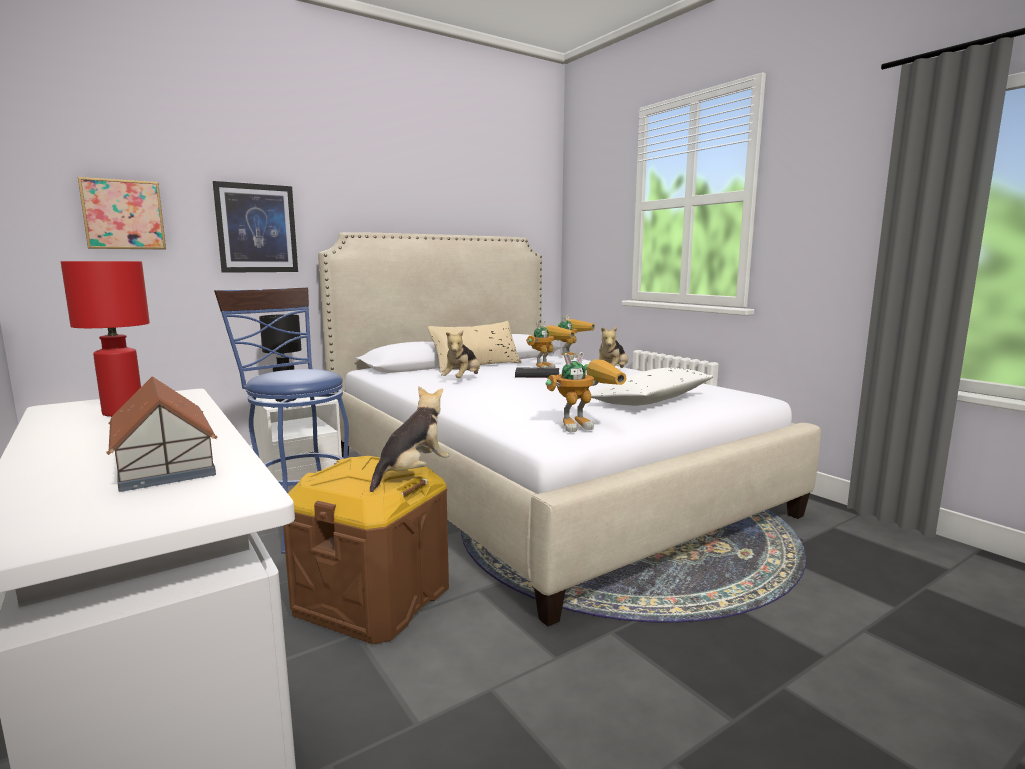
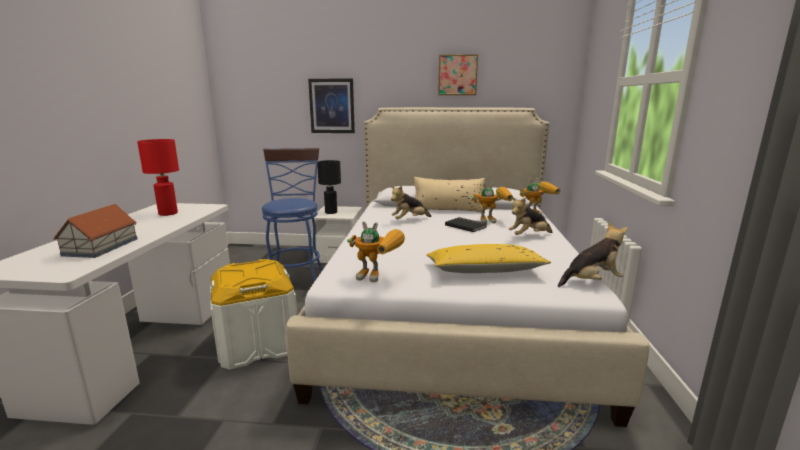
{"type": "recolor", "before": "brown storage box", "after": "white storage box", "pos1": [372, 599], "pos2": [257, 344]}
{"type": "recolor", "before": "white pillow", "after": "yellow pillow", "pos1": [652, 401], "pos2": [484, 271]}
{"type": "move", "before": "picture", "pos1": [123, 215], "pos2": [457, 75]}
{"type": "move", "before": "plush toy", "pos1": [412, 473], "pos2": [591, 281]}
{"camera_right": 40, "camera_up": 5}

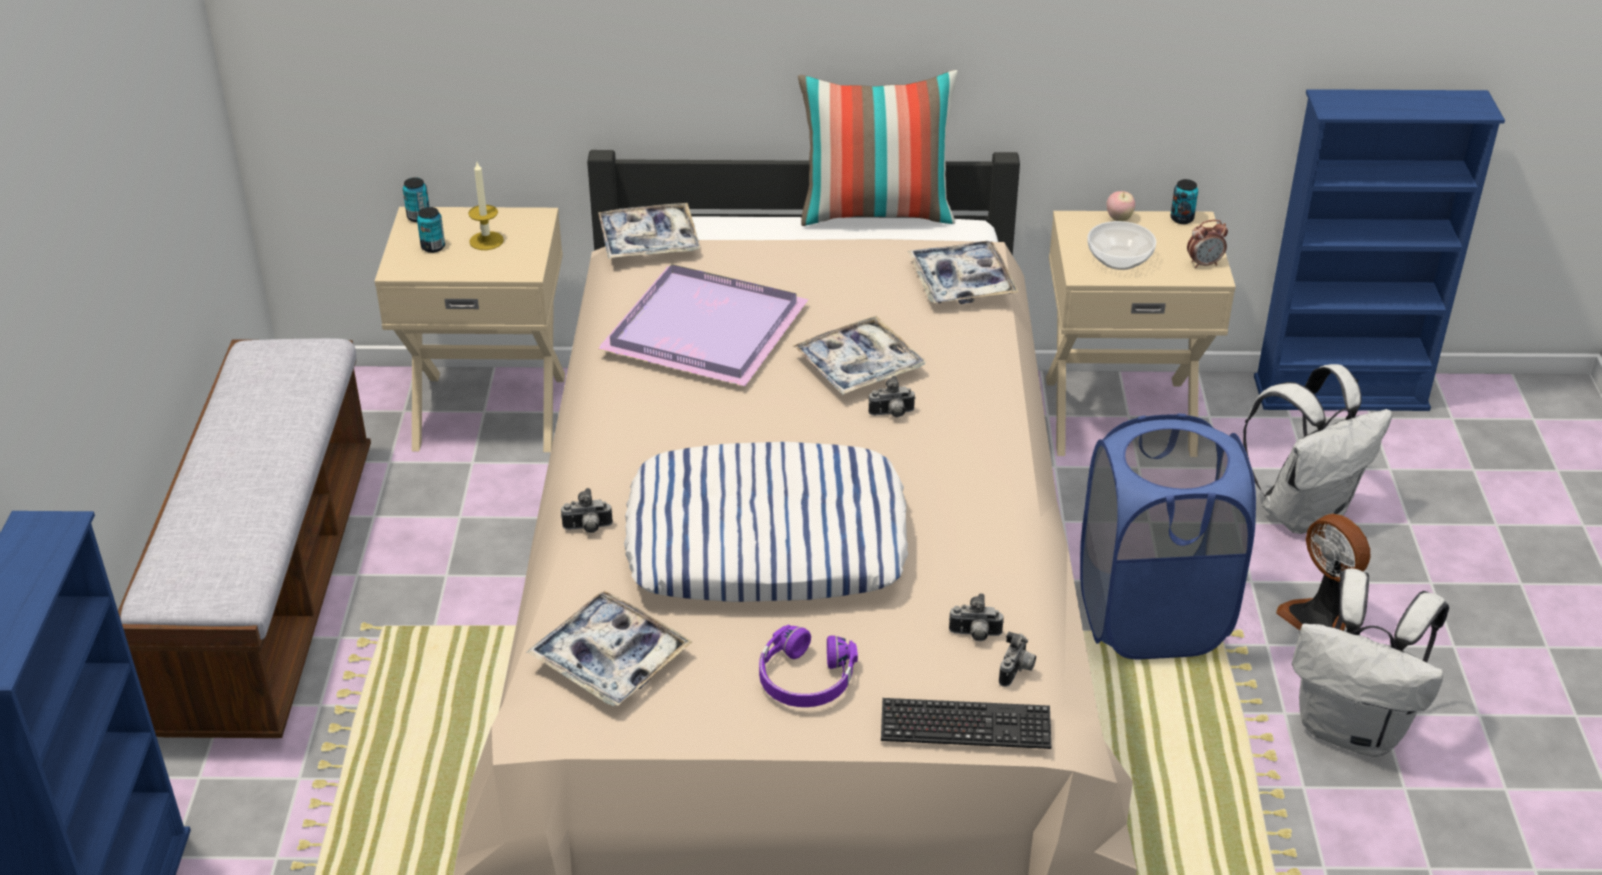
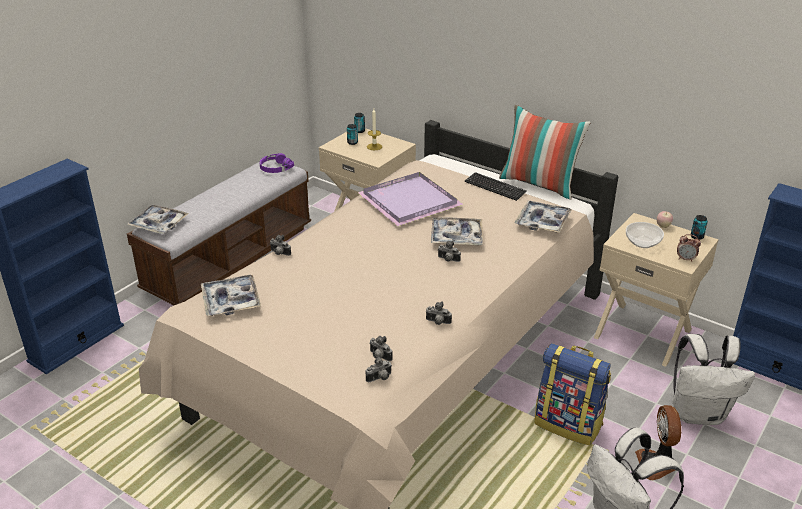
{"type": "move", "before": "tray", "pos1": [648, 241], "pos2": [158, 224]}
{"type": "move", "before": "purple headphones", "pos1": [805, 679], "pos2": [275, 168]}
{"type": "insert", "after": "photo camera", "pos2": [437, 322]}
{"type": "move", "before": "keyboard", "pos1": [965, 726], "pos2": [495, 187]}
{"type": "replace", "before": "blue laundry basket", "after": "backpack", "pos1": [1152, 616], "pos2": [569, 424]}
{"type": "delete", "before": "pillow", "pos1": [767, 539]}
{"camera_right": 35, "camera_up": -5}

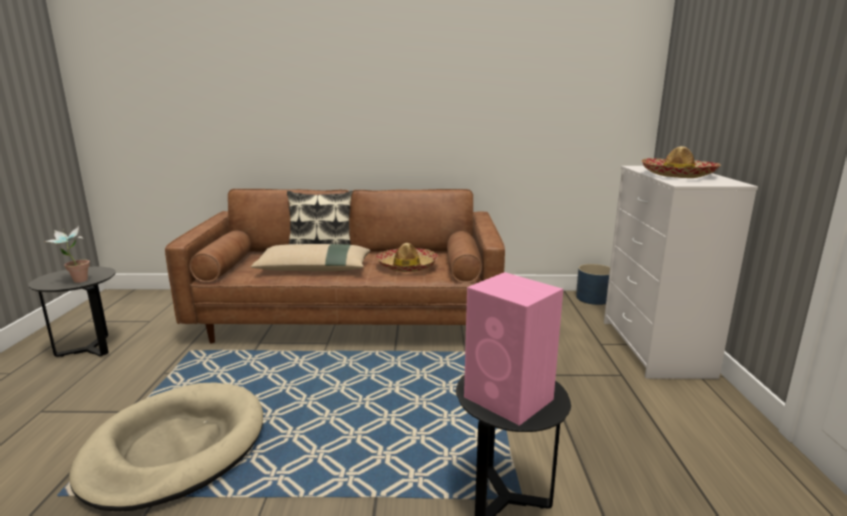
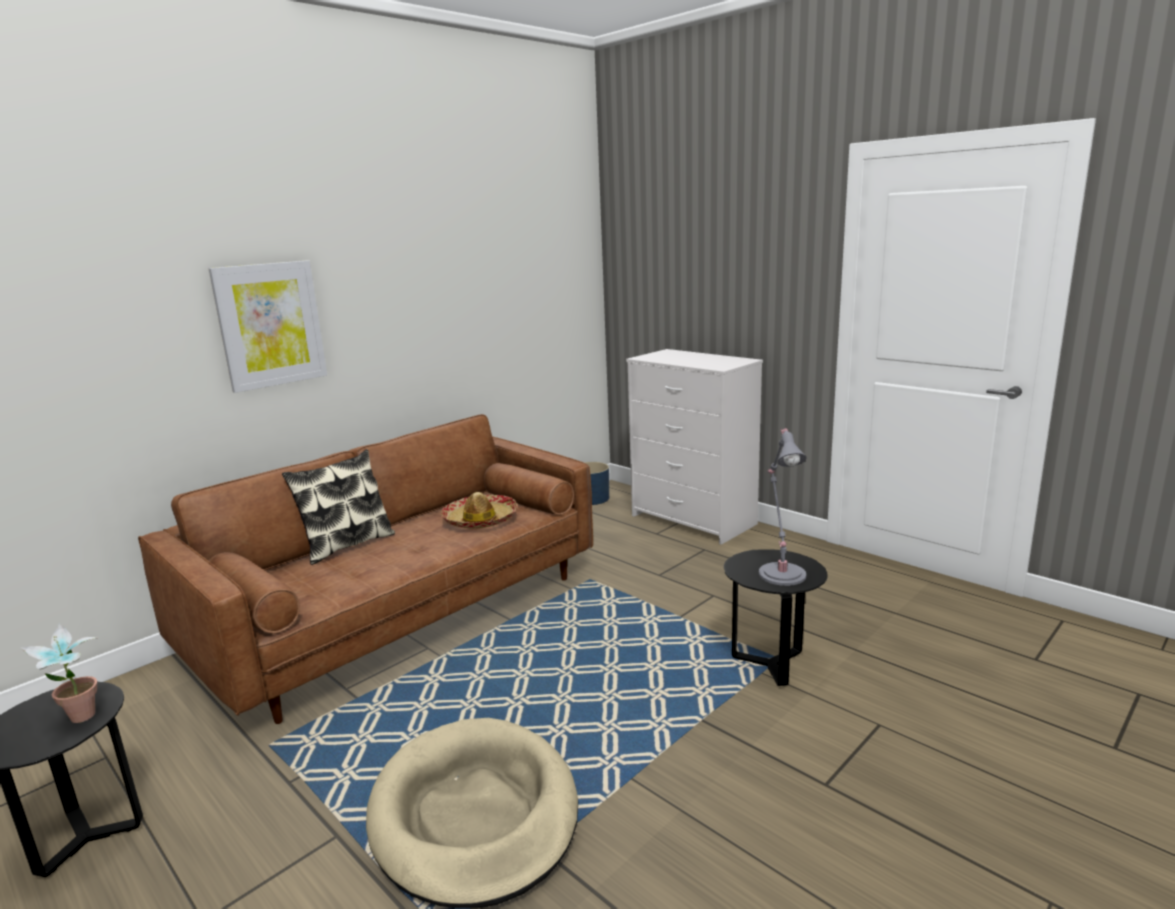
{"type": "insert", "after": "picture", "pos2": [270, 325]}
{"type": "replace", "before": "pink speaker", "after": "grey table lamp", "pos1": [510, 399], "pos2": [781, 572]}
{"type": "delete", "before": "beige pillow", "pos1": [314, 269]}
{"type": "delete", "before": "hat", "pos1": [678, 175]}
{"camera_right": -45, "camera_up": 0}

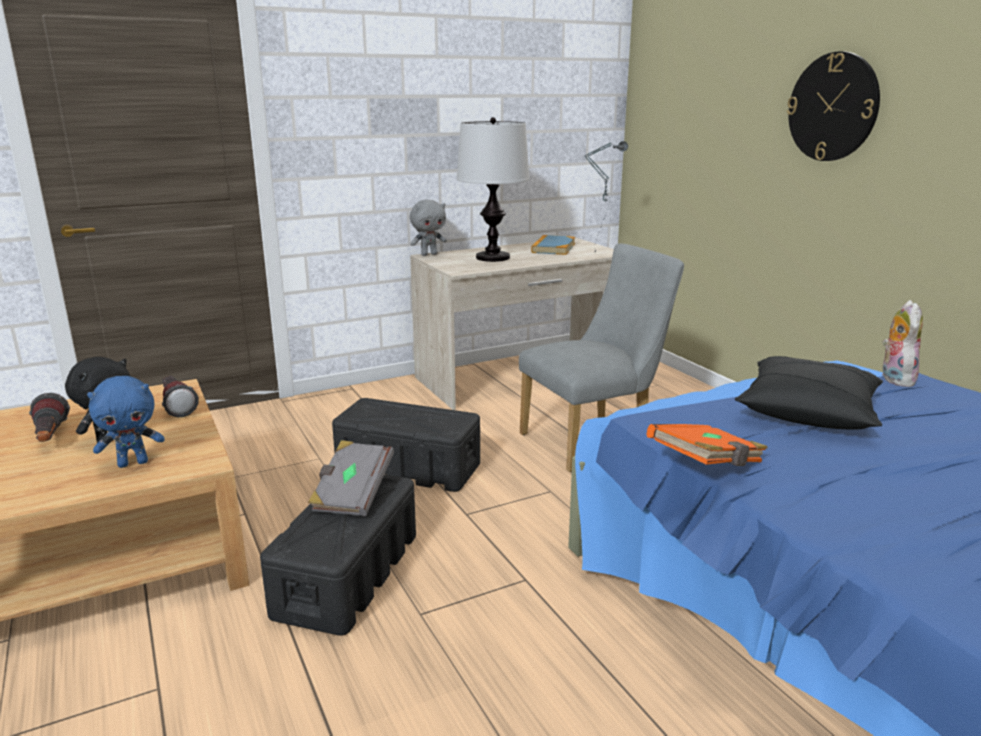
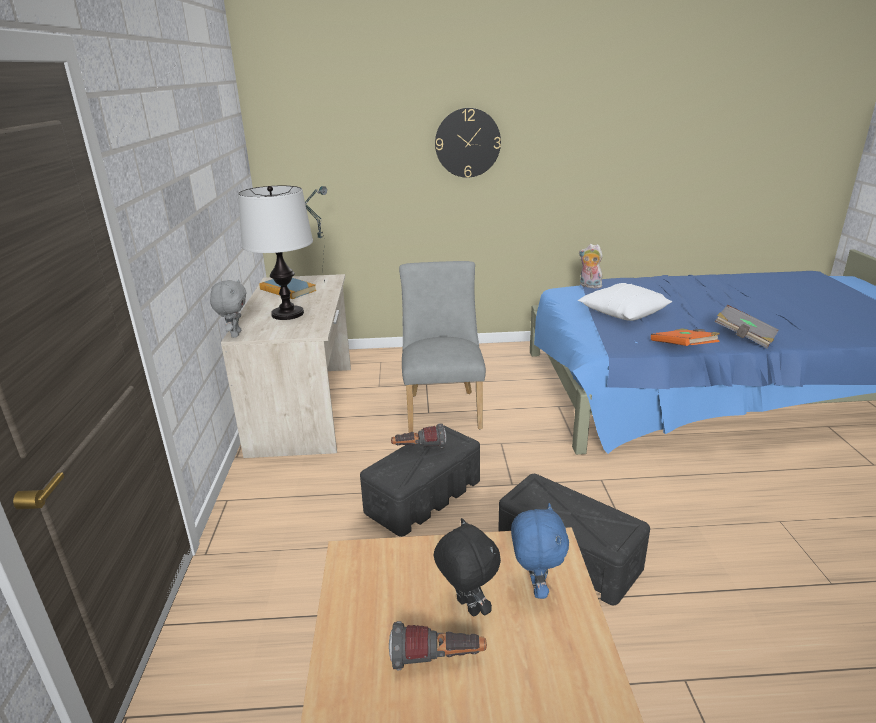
{"type": "move", "before": "flashlight", "pos1": [177, 406], "pos2": [419, 448]}
{"type": "recolor", "before": "black pillow", "after": "white pillow", "pos1": [808, 412], "pos2": [623, 313]}
{"type": "move", "before": "grey book", "pos1": [352, 494], "pos2": [744, 337]}
{"camera_right": -65, "camera_up": 5}

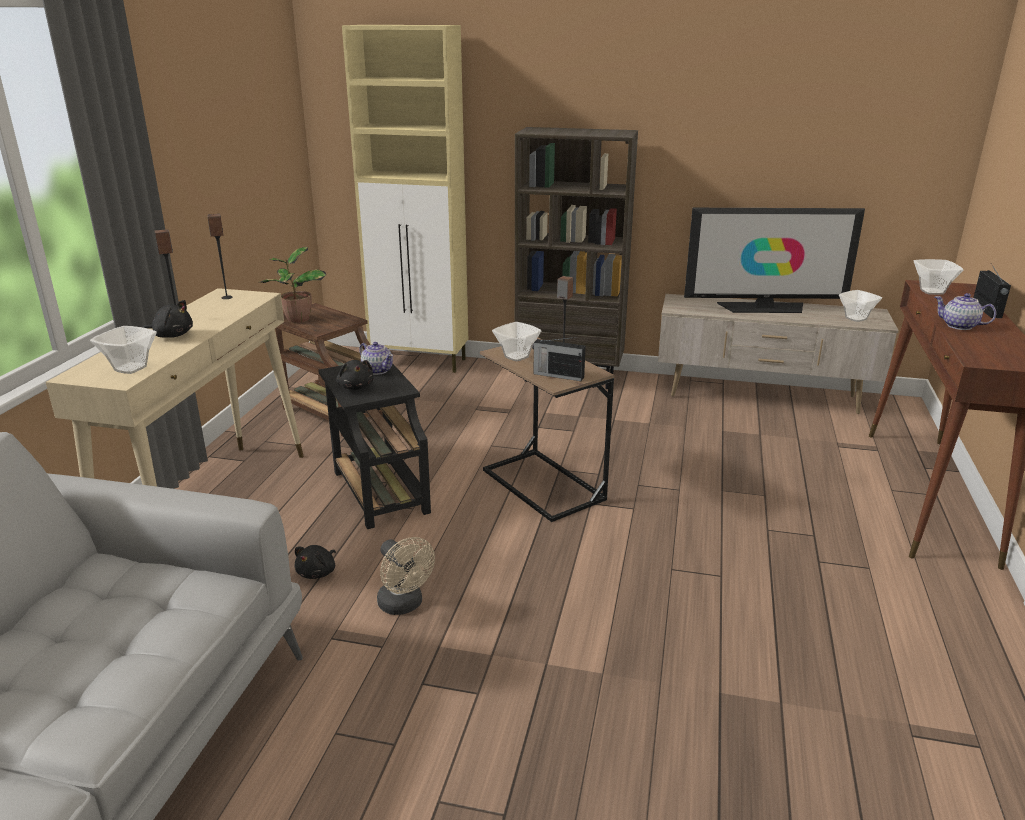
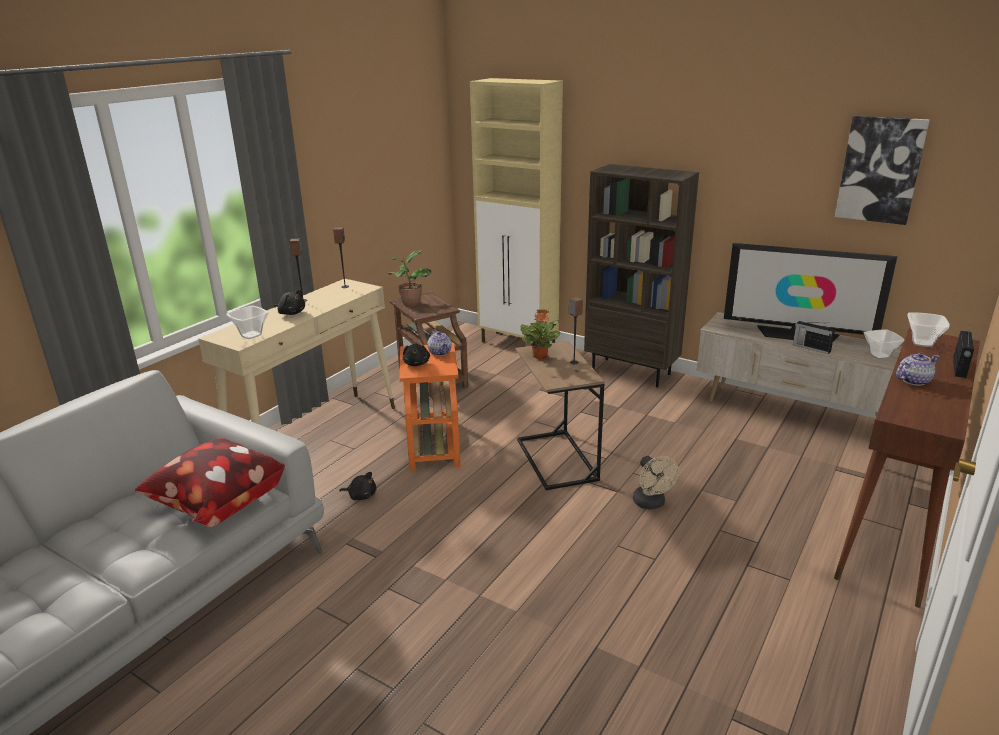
{"type": "insert", "after": "pillow", "pos2": [217, 505]}
{"type": "rotate", "before": "black plush toy", "pos1": [318, 572], "pos2": [361, 495], "turn": -120}
{"type": "recolor", "before": "black side table", "after": "orange side table", "pos1": [379, 491], "pos2": [433, 443]}
{"type": "replace", "before": "bowl", "after": "potted plant", "pos1": [517, 357], "pos2": [540, 356]}
{"type": "move", "before": "beige fan", "pos1": [404, 605], "pos2": [651, 504]}
{"type": "move", "before": "radio", "pos1": [557, 375], "pos2": [810, 348]}
{"type": "insert", "after": "picture", "pos2": [880, 169]}
{"type": "rotate", "before": "teapot", "pos1": [960, 326], "pos2": [913, 380], "turn": 105}
{"camera_right": 20, "camera_up": 0}

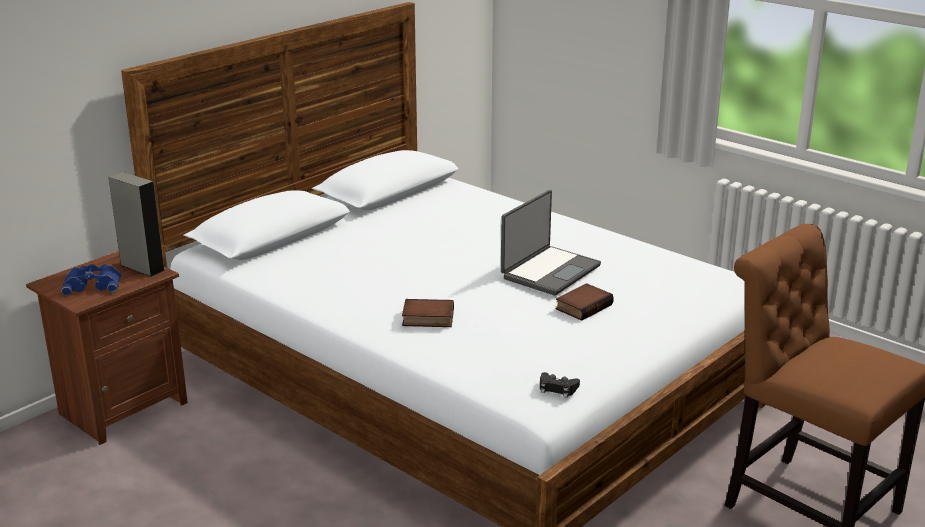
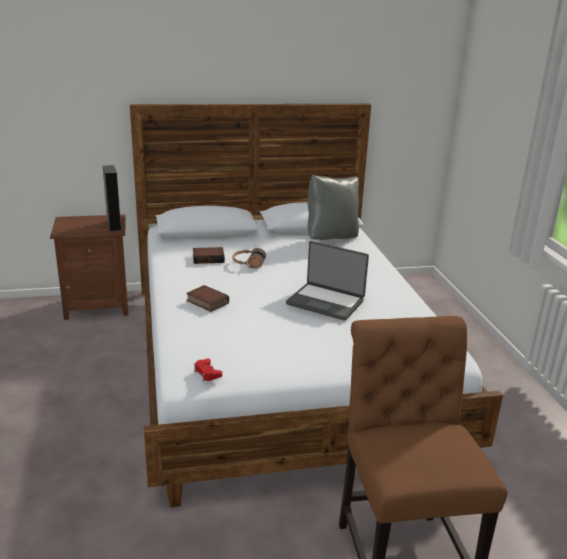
{"type": "move", "before": "book", "pos1": [583, 306], "pos2": [209, 258]}
{"type": "recolor", "before": "black game controller", "after": "red game controller", "pos1": [557, 388], "pos2": [207, 373]}
{"type": "insert", "after": "headphones", "pos2": [248, 263]}
{"type": "rotate", "before": "laptop", "pos1": [549, 271], "pos2": [326, 302], "turn": 45}
{"type": "insert", "after": "grey pillow", "pos2": [331, 238]}
{"type": "delete", "before": "blue binoculars", "pos1": [93, 284]}
{"camera_right": 35, "camera_up": 0}

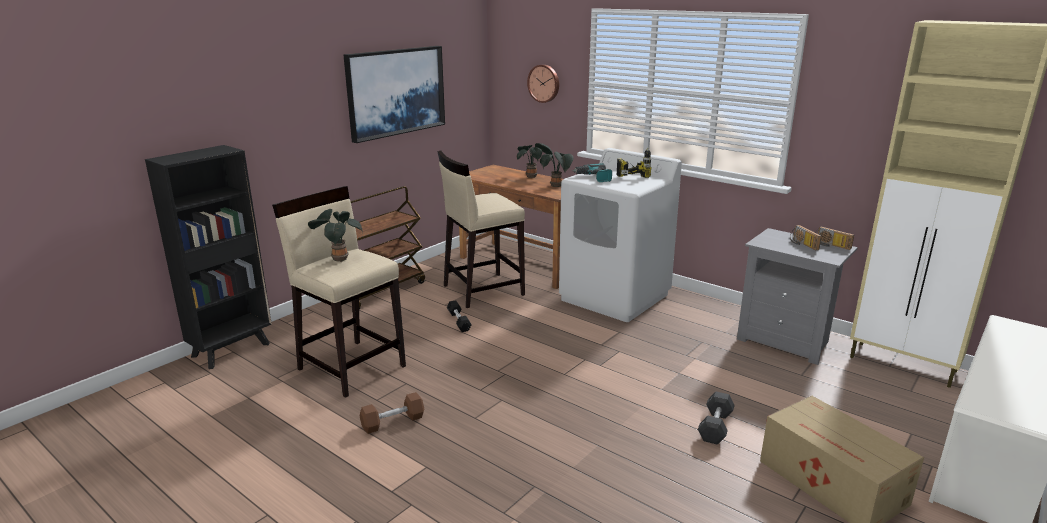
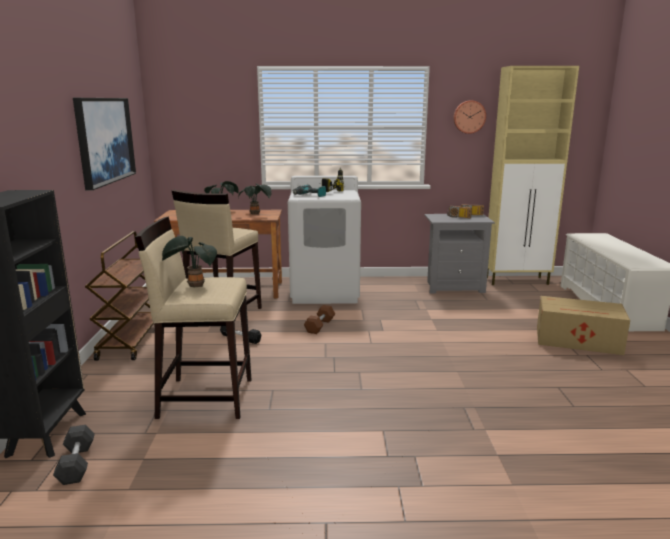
{"type": "move", "before": "grey dumbbell", "pos1": [715, 426], "pos2": [76, 464]}
{"type": "move", "before": "brown dumbbell", "pos1": [393, 422], "pos2": [319, 326]}
{"type": "move", "before": "wall clock", "pos1": [544, 83], "pos2": [469, 117]}
{"camera_right": -40, "camera_up": -5}

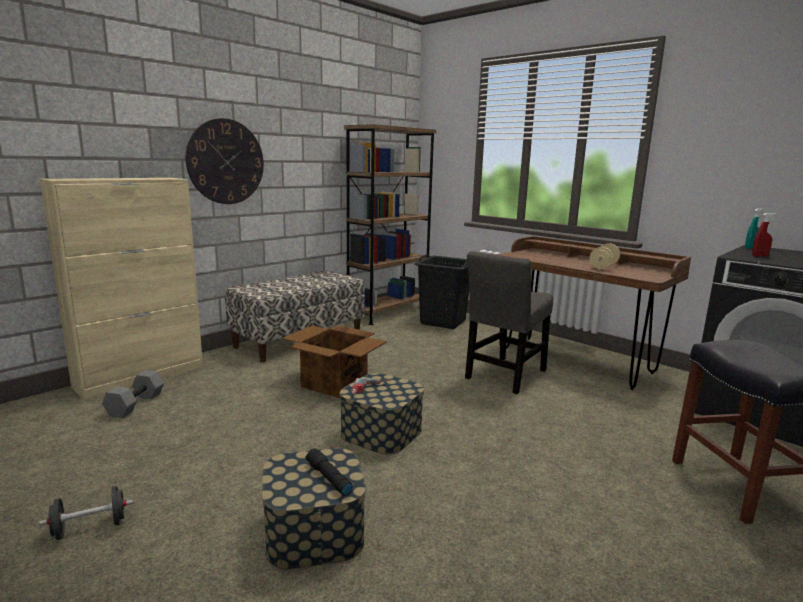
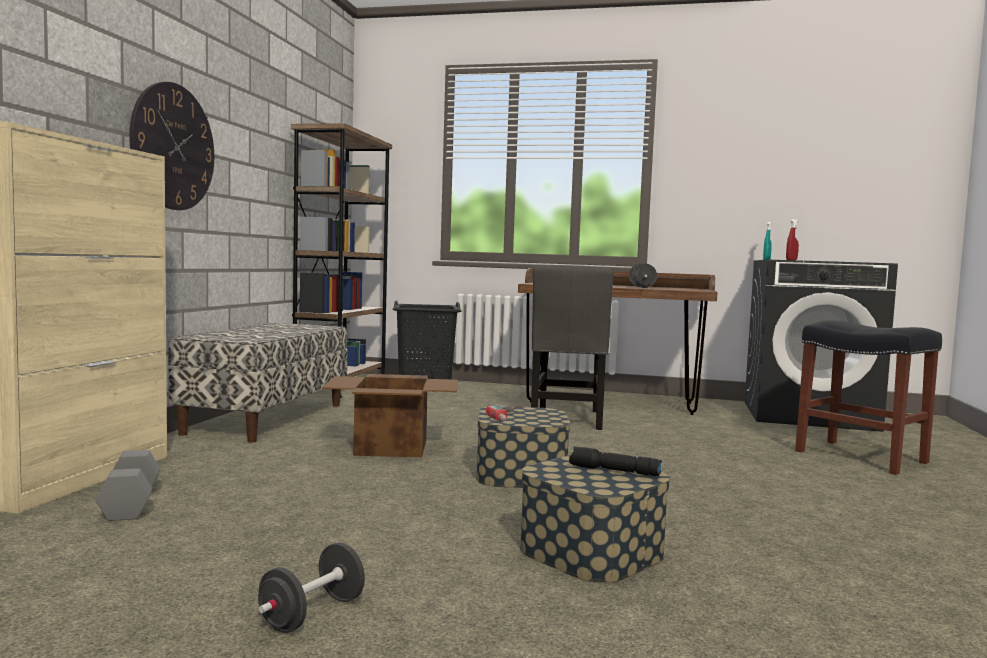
{"type": "recolor", "before": "beige dumbbell", "after": "black dumbbell", "pos1": [603, 266], "pos2": [641, 287]}
{"camera_right": -30, "camera_up": -10}

